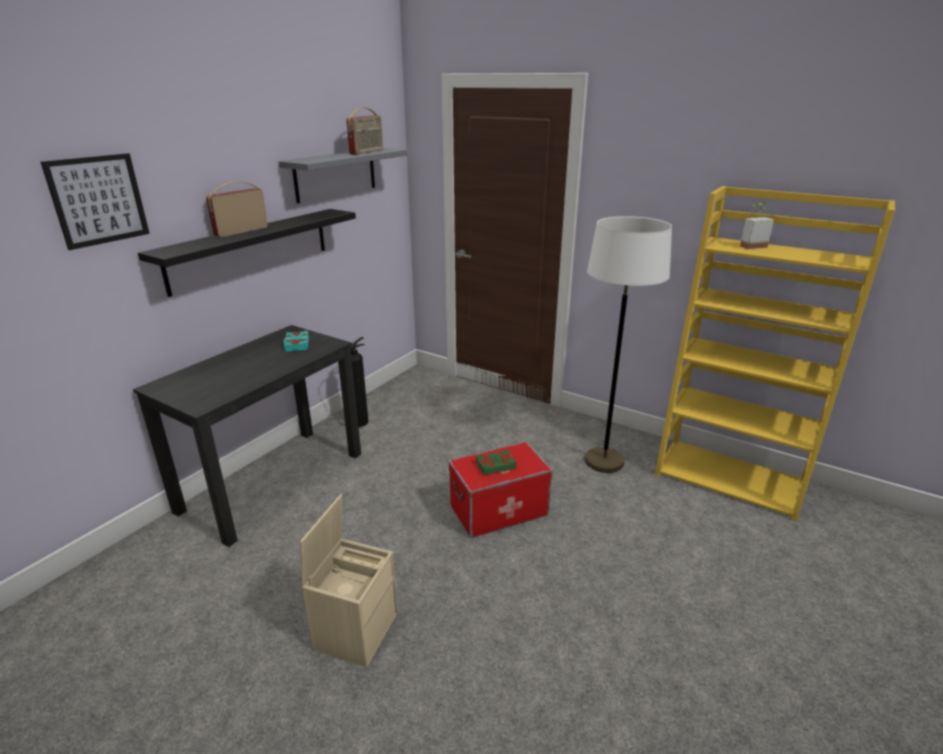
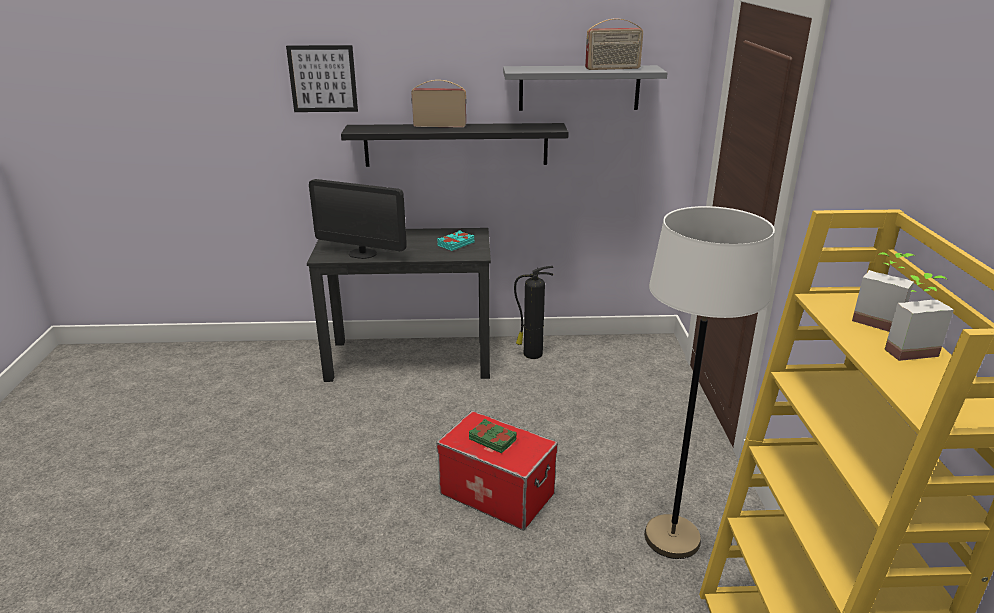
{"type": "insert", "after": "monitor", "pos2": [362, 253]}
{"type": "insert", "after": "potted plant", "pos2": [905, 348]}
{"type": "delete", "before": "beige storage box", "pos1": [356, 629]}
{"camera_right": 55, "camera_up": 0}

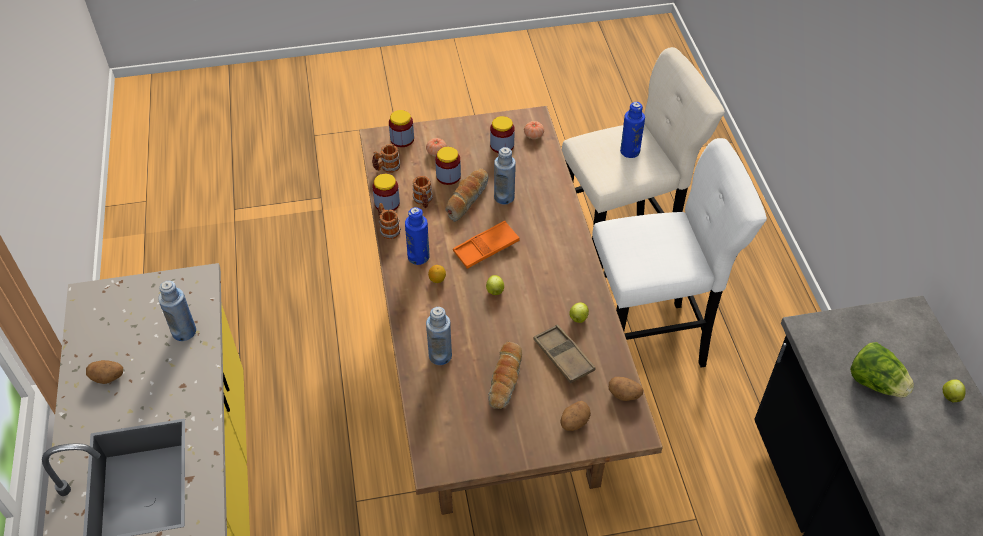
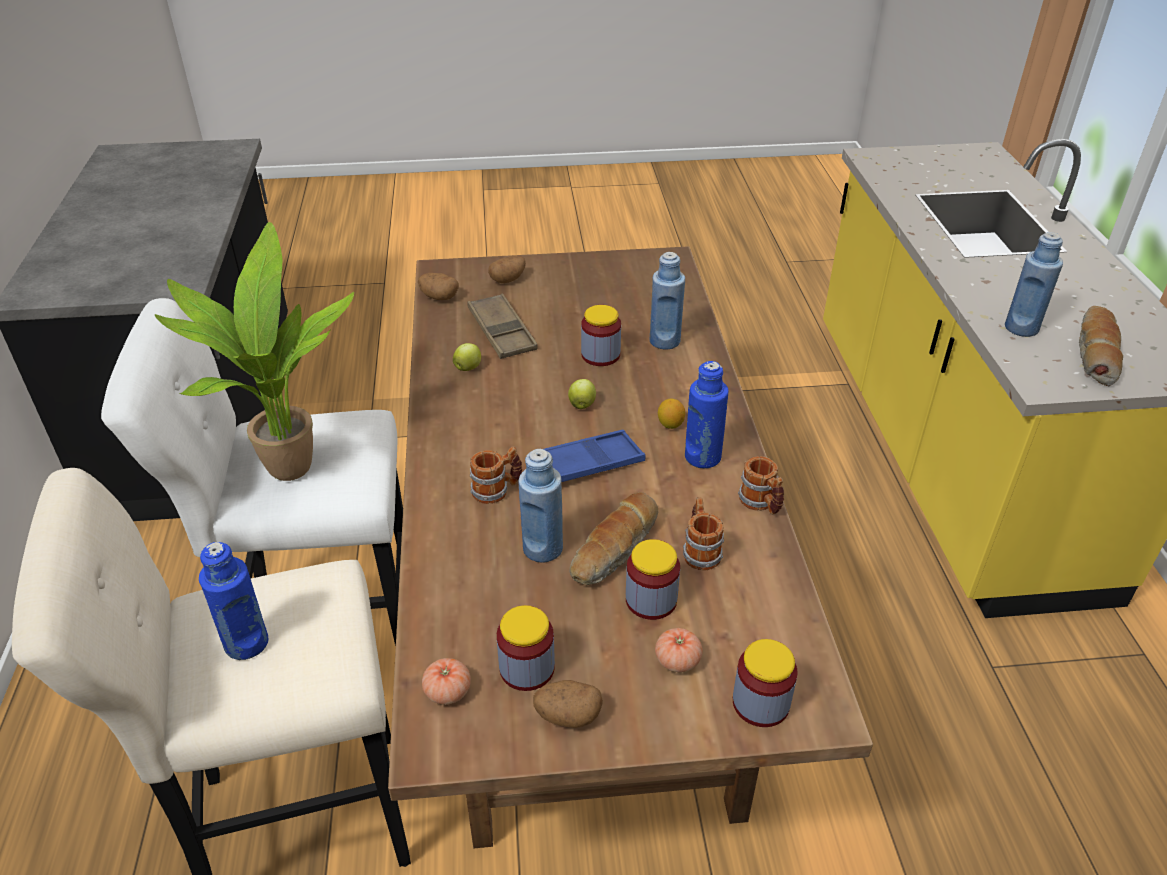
{"type": "insert", "after": "potted plant", "pos2": [284, 467]}
{"type": "move", "before": "mug", "pos1": [386, 168], "pos2": [497, 490]}
{"type": "move", "before": "potato", "pos1": [108, 377], "pos2": [567, 715]}
{"type": "recolor", "before": "orange tray", "after": "blue tray", "pos1": [486, 248], "pos2": [588, 463]}
{"type": "move", "before": "jar", "pos1": [387, 203], "pos2": [600, 355]}
{"type": "move", "before": "bread", "pos1": [506, 380], "pos2": [1094, 353]}
{"type": "delete", "before": "lettuce", "pos1": [875, 383]}
{"type": "delete", "before": "apple", "pos1": [950, 396]}
{"camera_right": -175, "camera_up": -10}

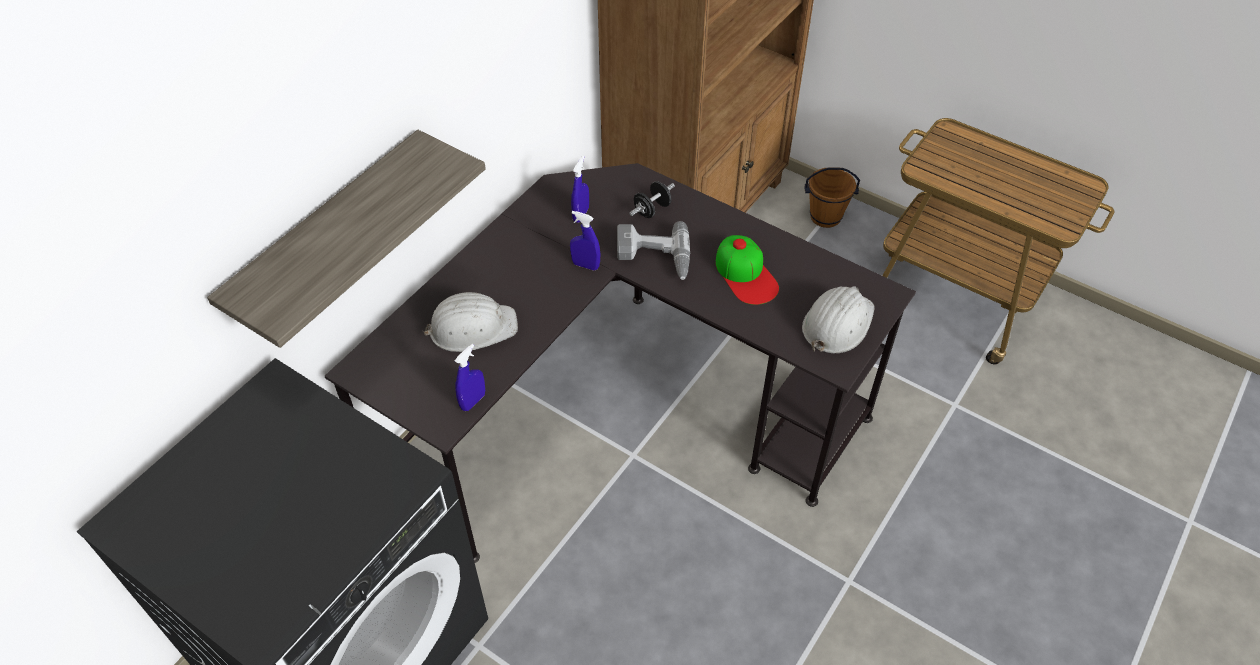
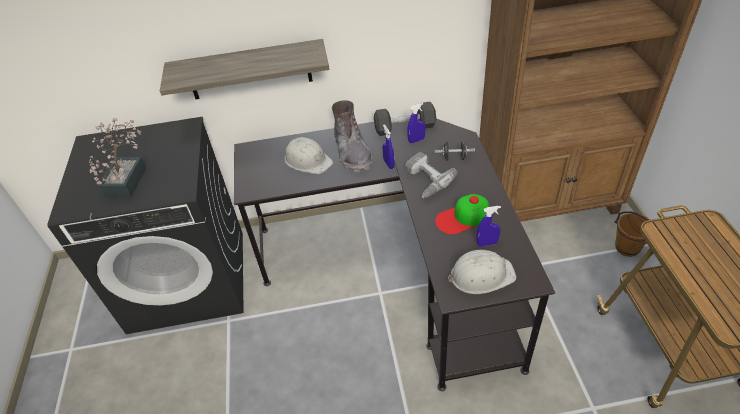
{"type": "insert", "after": "potted plant", "pos2": [129, 178]}
{"type": "insert", "after": "grey boot", "pos2": [352, 152]}
{"type": "insert", "after": "black dumbbell", "pos2": [405, 127]}
{"type": "rotate", "before": "cap", "pos1": [746, 274], "pos2": [462, 217], "turn": 45}
{"type": "move", "before": "blue spray bottle", "pos1": [473, 401], "pos2": [487, 243]}
{"camera_right": 50, "camera_up": -5}

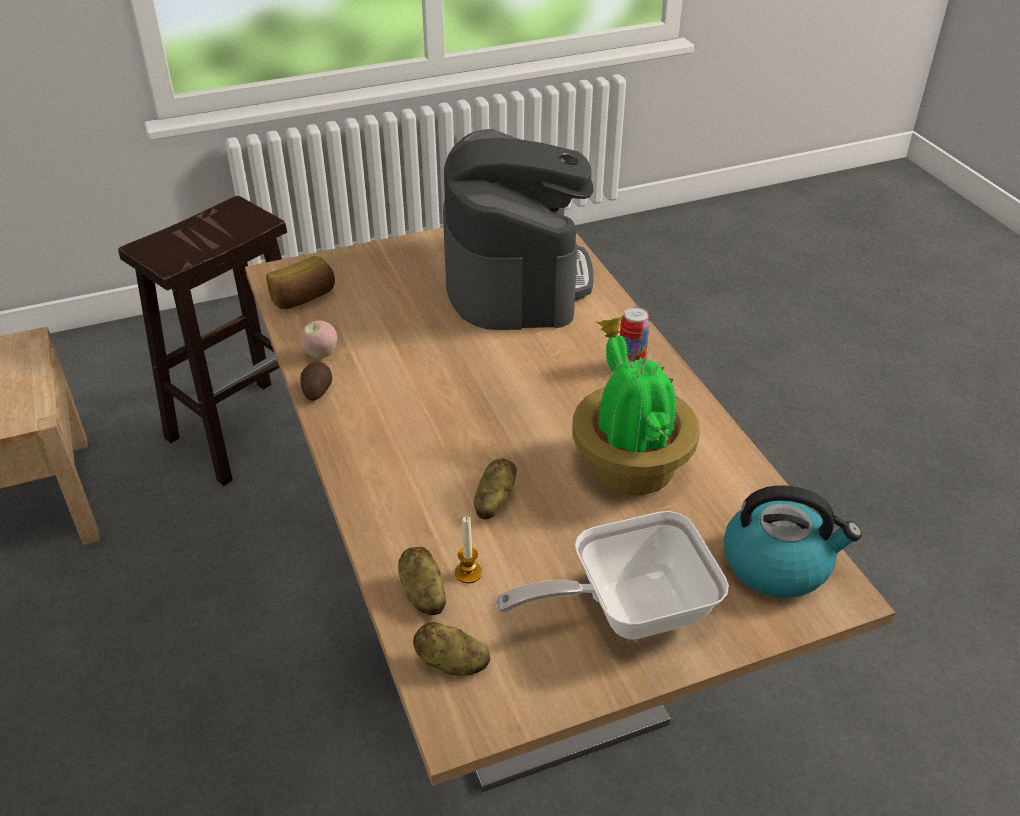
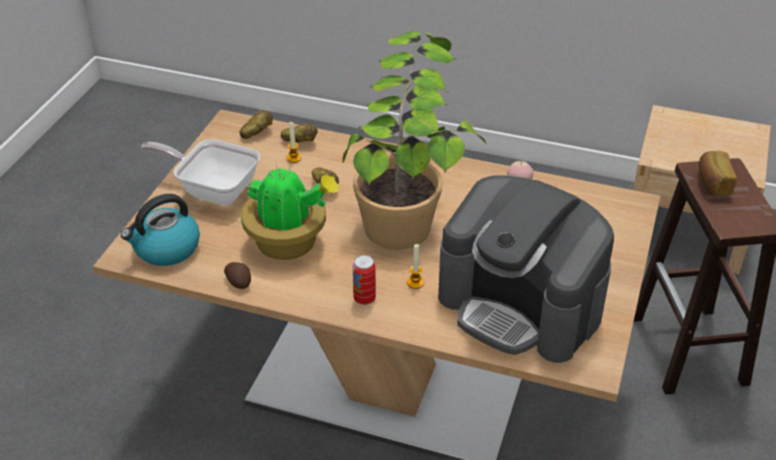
{"type": "rotate", "before": "frying pan", "pos1": [628, 609], "pos2": [213, 189], "turn": -90}
{"type": "move", "before": "potato", "pos1": [316, 390], "pos2": [239, 281]}
{"type": "insert", "after": "potted plant", "pos2": [409, 207]}
{"type": "insert", "after": "candle", "pos2": [415, 282]}
{"type": "move", "before": "bread", "pos1": [303, 298], "pos2": [712, 183]}
{"camera_right": 130, "camera_up": 0}

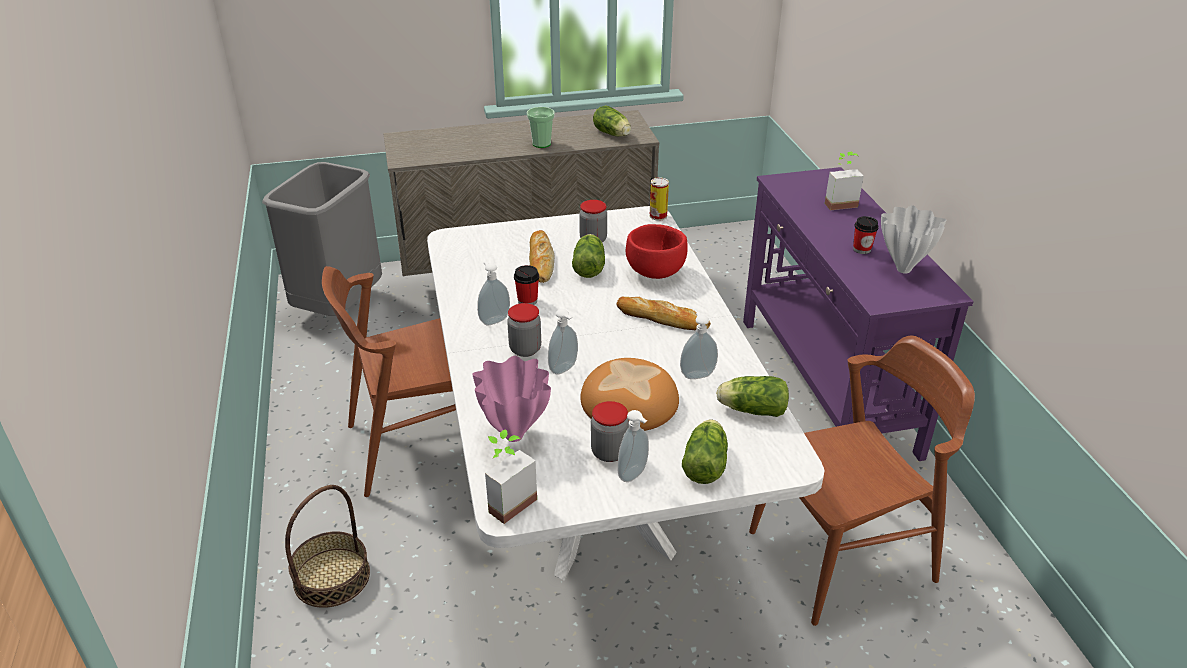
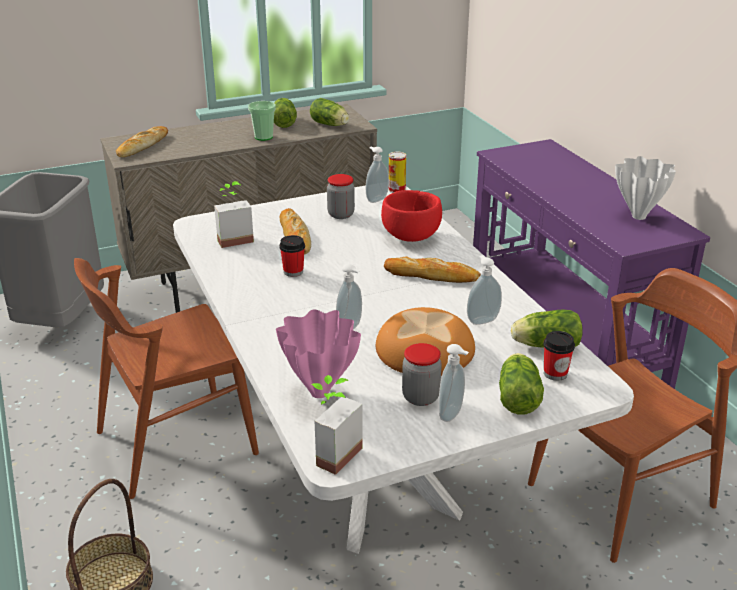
{"type": "insert", "after": "bread", "pos2": [142, 146]}
{"type": "move", "before": "potted plant", "pos1": [838, 202], "pos2": [233, 238]}
{"type": "move", "before": "lettuce", "pos1": [589, 266], "pos2": [284, 122]}
{"type": "move", "before": "soap dispenser", "pos1": [494, 320], "pos2": [376, 199]}
{"type": "move", "before": "cup", "pos1": [862, 249], "pos2": [555, 373]}
{"type": "delete", "before": "jar", "pos1": [525, 349]}
{"camera_right": -10, "camera_up": -5}

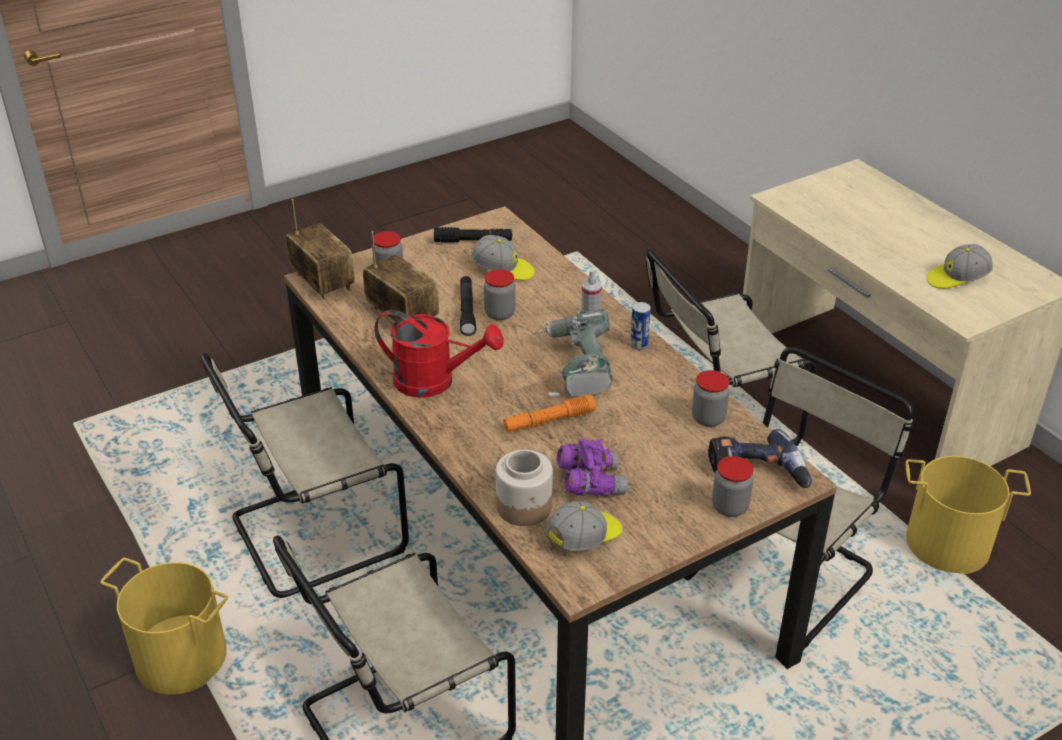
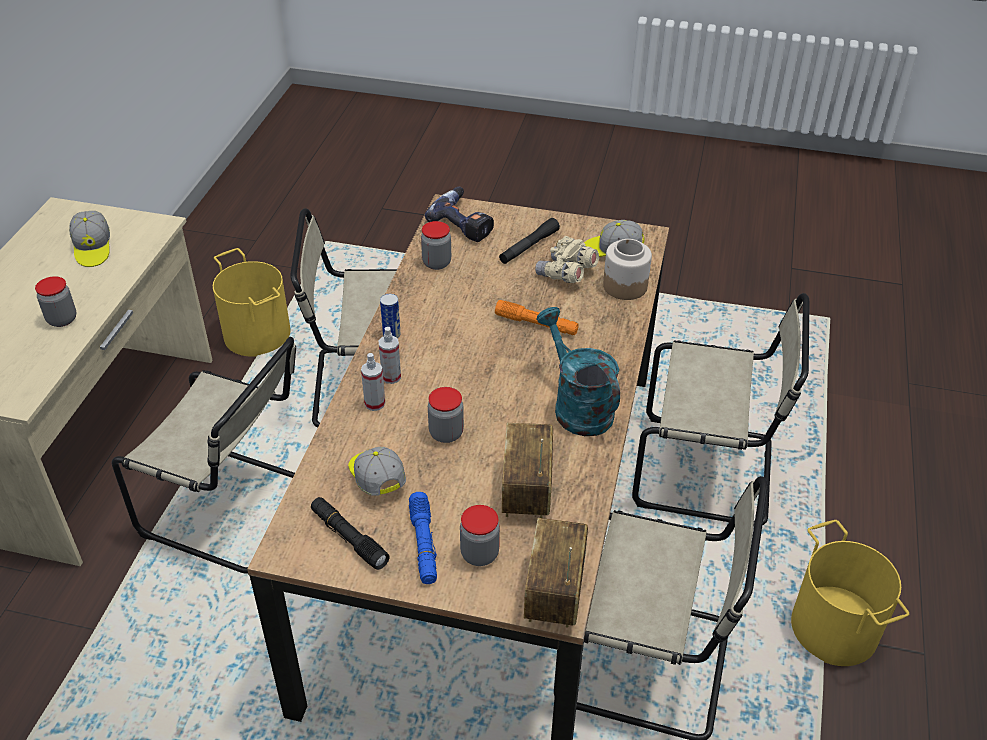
{"type": "move", "before": "jar", "pos1": [729, 507], "pos2": [62, 319]}
{"type": "rotate", "before": "cap", "pos1": [957, 279], "pos2": [93, 248], "turn": 45}
{"type": "insert", "after": "spray bottle", "pos2": [374, 403]}
{"type": "insert", "after": "blue flashlight", "pos2": [423, 544]}
{"type": "move", "before": "black flashlight", "pos1": [467, 311], "pos2": [529, 247]}
{"type": "recolor", "before": "purple binoculars", "after": "beige binoculars", "pos1": [590, 483], "pos2": [566, 274]}
{"type": "recolor", "before": "red watering can", "after": "turquoise watering can", "pos1": [435, 381], "pos2": [577, 406]}
{"type": "delete", "before": "power drill", "pos1": [575, 369]}
{"camera_right": -135, "camera_up": 5}

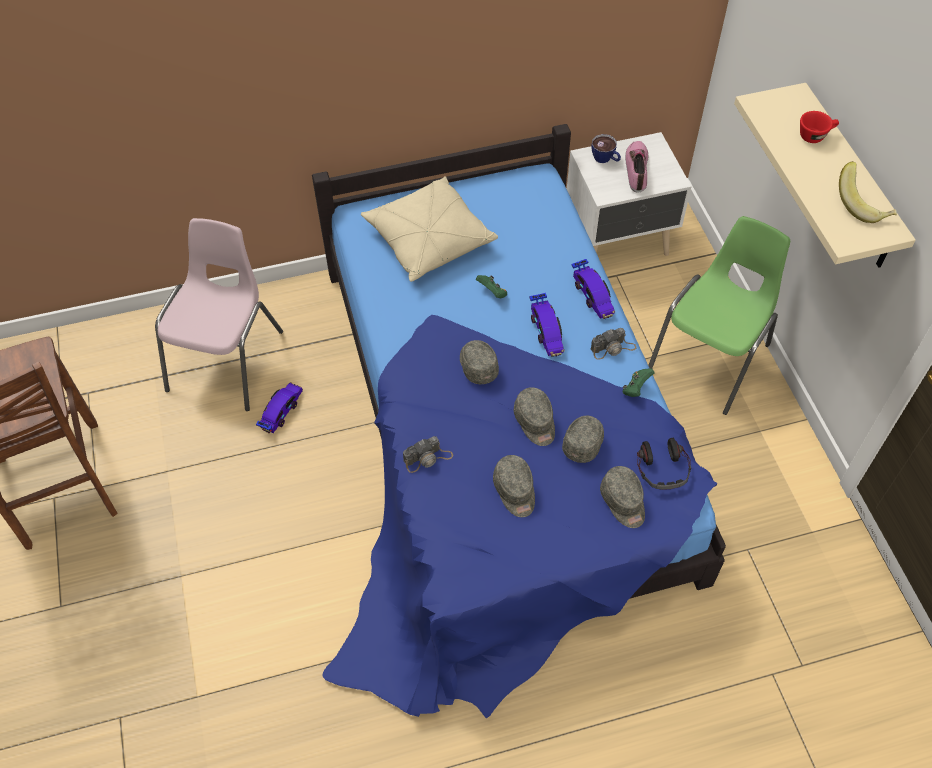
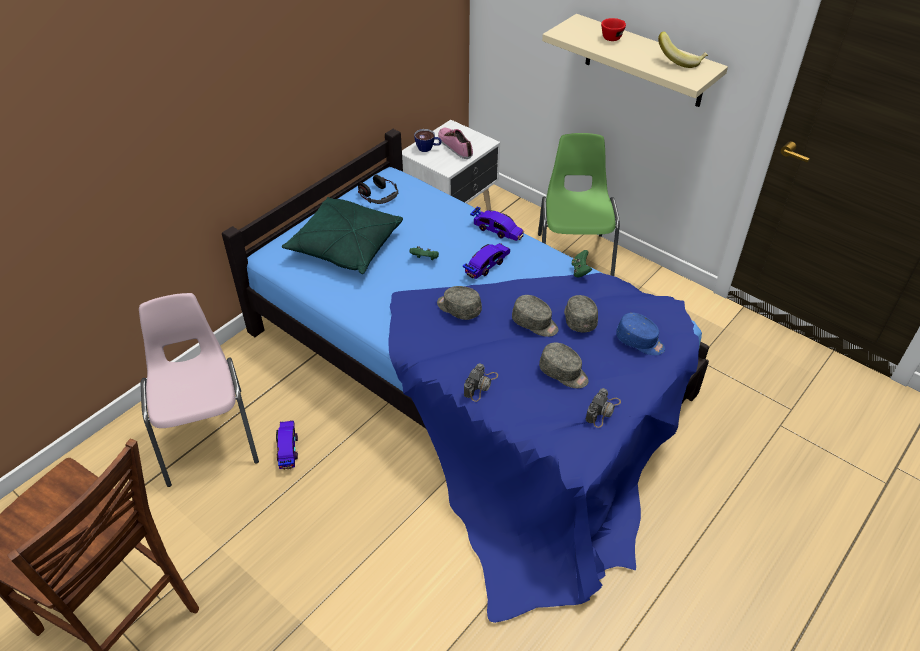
{"type": "recolor", "before": "beige pillow", "after": "green pillow", "pos1": [429, 240], "pos2": [345, 247]}
{"type": "move", "before": "headphones", "pos1": [663, 468], "pos2": [379, 195]}
{"type": "rotate", "before": "toy car", "pos1": [546, 331], "pos2": [487, 264], "turn": -90}
{"type": "move", "before": "photo camera", "pos1": [613, 348], "pos2": [603, 410]}
{"type": "recolor", "before": "grey cap", "after": "blue cap", "pos1": [623, 502], "pos2": [640, 341]}
{"camera_right": -35, "camera_up": -10}

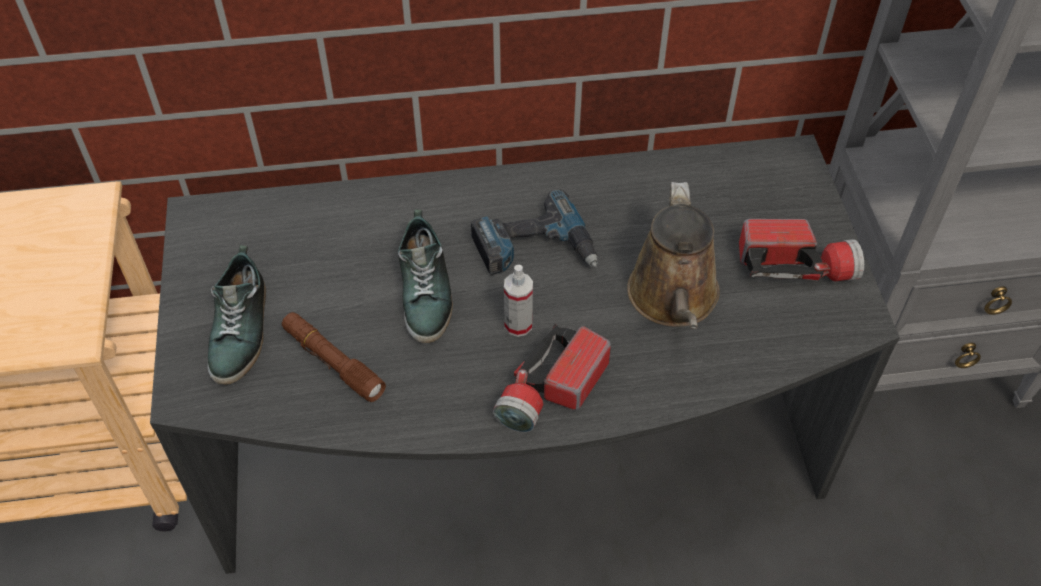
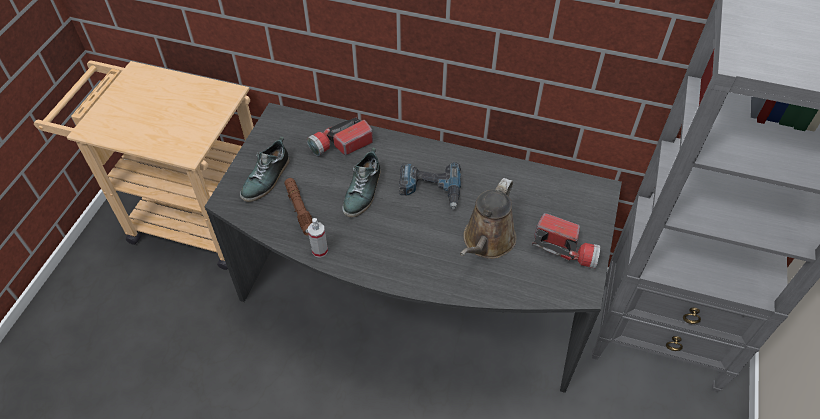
{"type": "move", "before": "flashlight", "pos1": [551, 391], "pos2": [341, 145]}
{"type": "move", "before": "spray bottle", "pos1": [518, 325], "pos2": [320, 251]}
{"camera_right": 25, "camera_up": 0}

